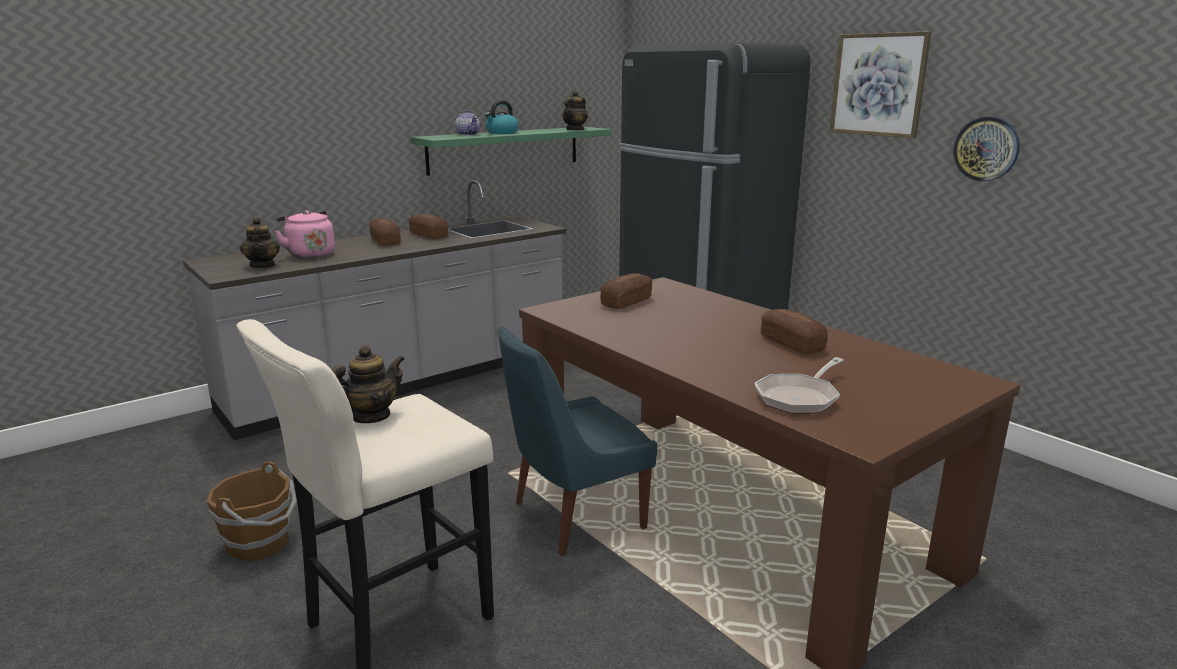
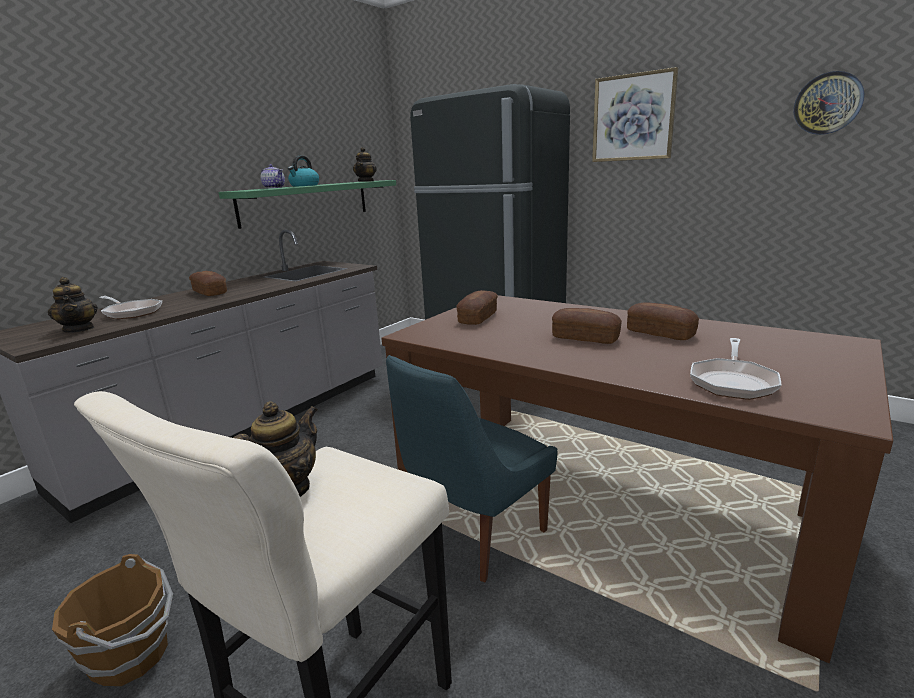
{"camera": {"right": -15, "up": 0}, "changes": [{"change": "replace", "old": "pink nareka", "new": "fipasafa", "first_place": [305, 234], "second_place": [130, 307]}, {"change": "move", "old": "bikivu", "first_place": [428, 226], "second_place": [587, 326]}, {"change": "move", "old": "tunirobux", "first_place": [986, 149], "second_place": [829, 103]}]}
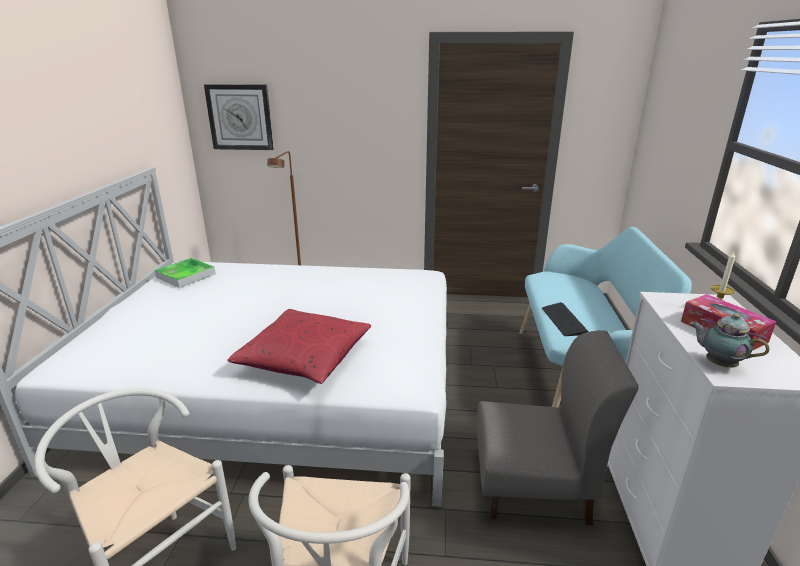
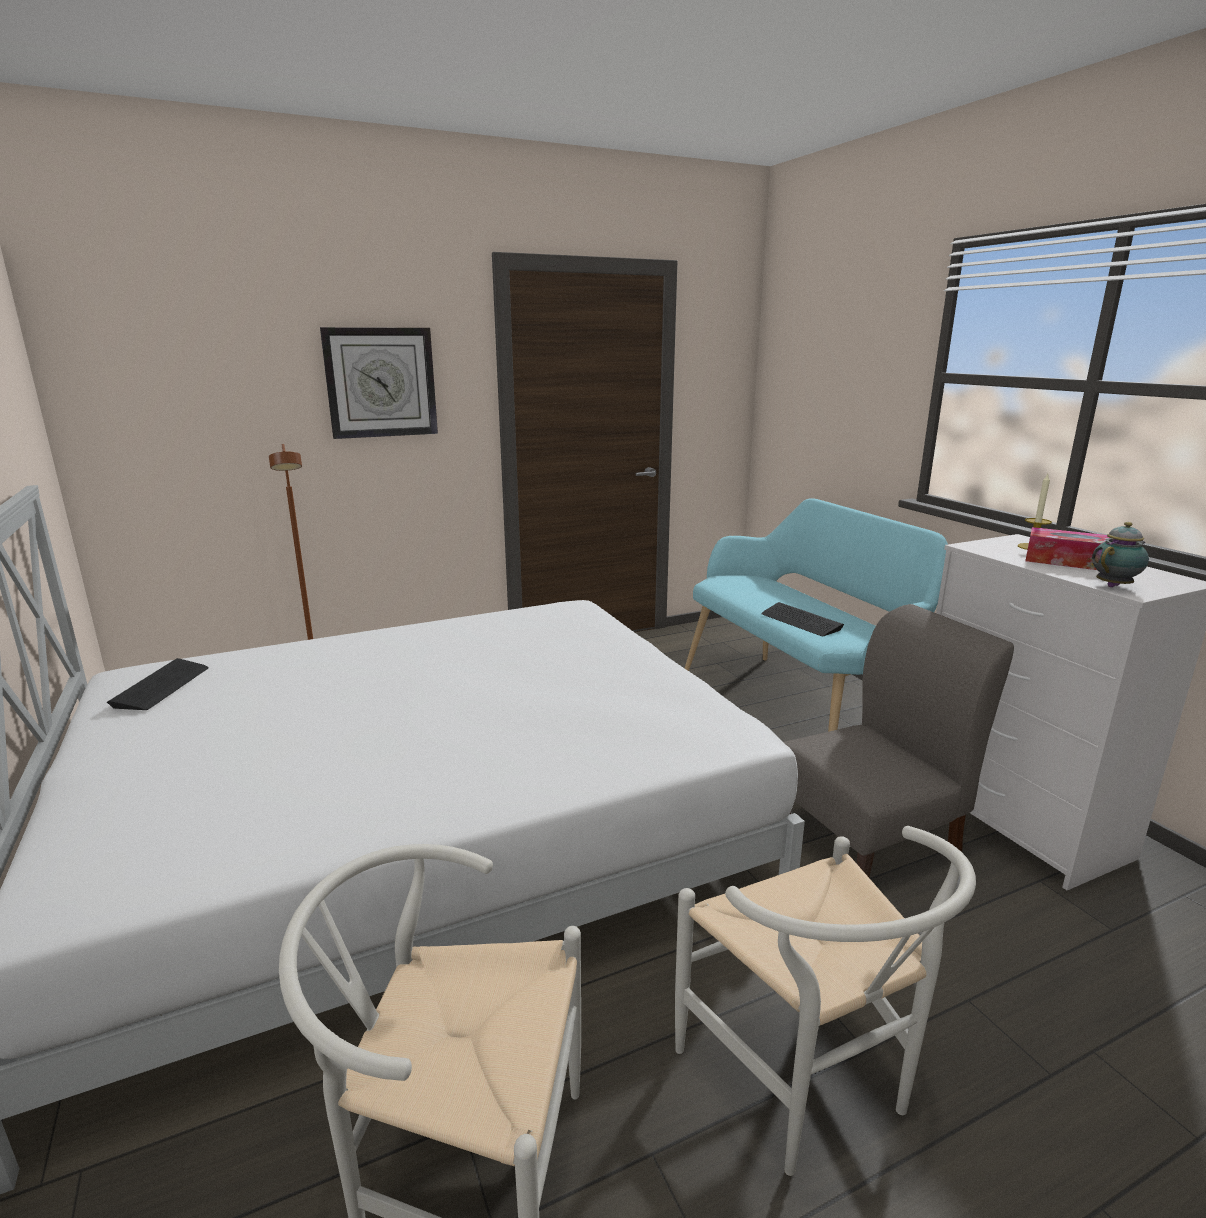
{"camera": {"right": -30, "up": -5}, "changes": [{"change": "replace", "old": "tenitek", "new": "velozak", "first_place": [185, 273], "second_place": [158, 684]}, {"change": "move", "old": "tunirobux", "first_place": [239, 117], "second_place": [379, 383]}, {"change": "rotate", "old": "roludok", "first_place": [729, 340], "second_place": [1120, 554], "degrees": 135}, {"change": "delete", "old": "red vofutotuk", "first_place": [299, 346]}]}
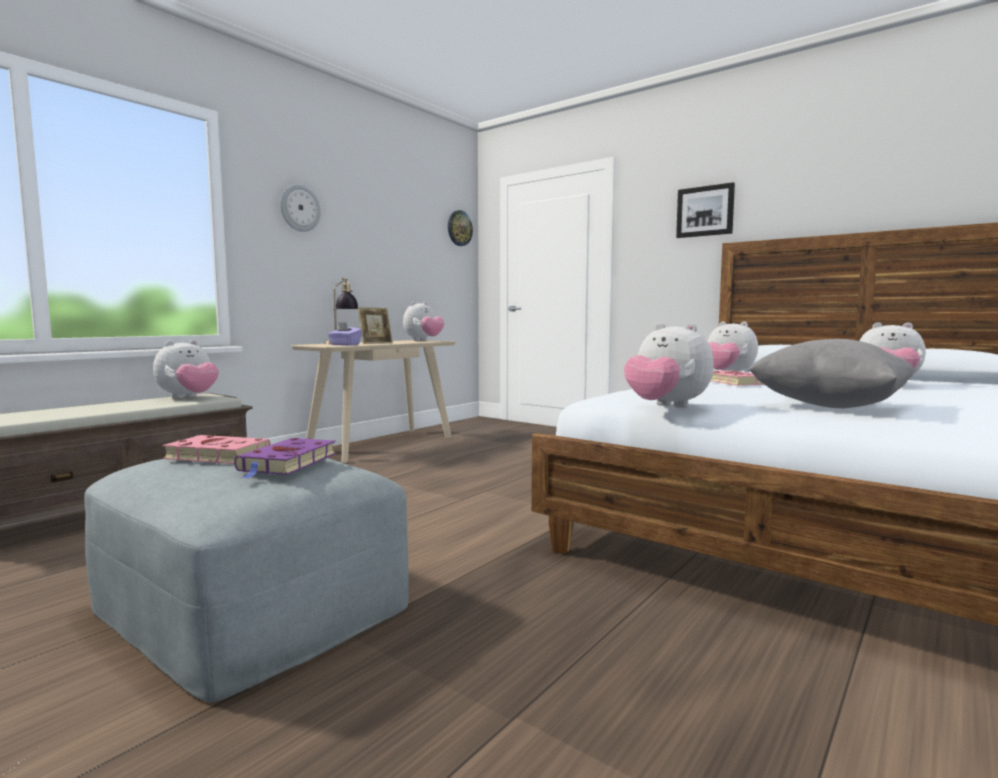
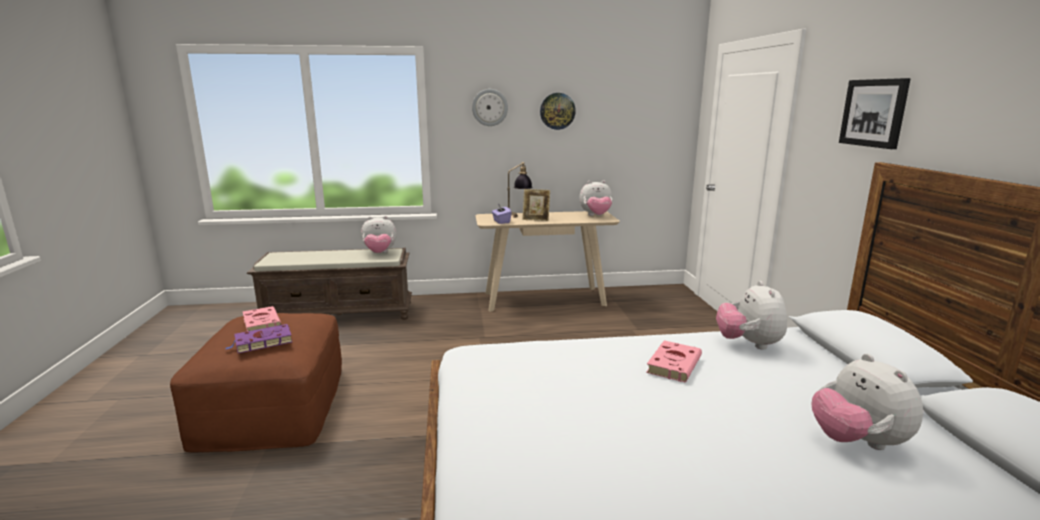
{"camera": {"right": 45, "up": 10}, "changes": [{"change": "recolor", "old": "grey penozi", "new": "brown penozi", "first_place": [246, 580], "second_place": [256, 382]}, {"change": "move", "old": "tunirobux", "first_place": [460, 228], "second_place": [558, 111]}, {"change": "delete", "old": "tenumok", "first_place": [669, 365]}, {"change": "delete", "old": "grey vofutotuk", "first_place": [831, 373]}]}
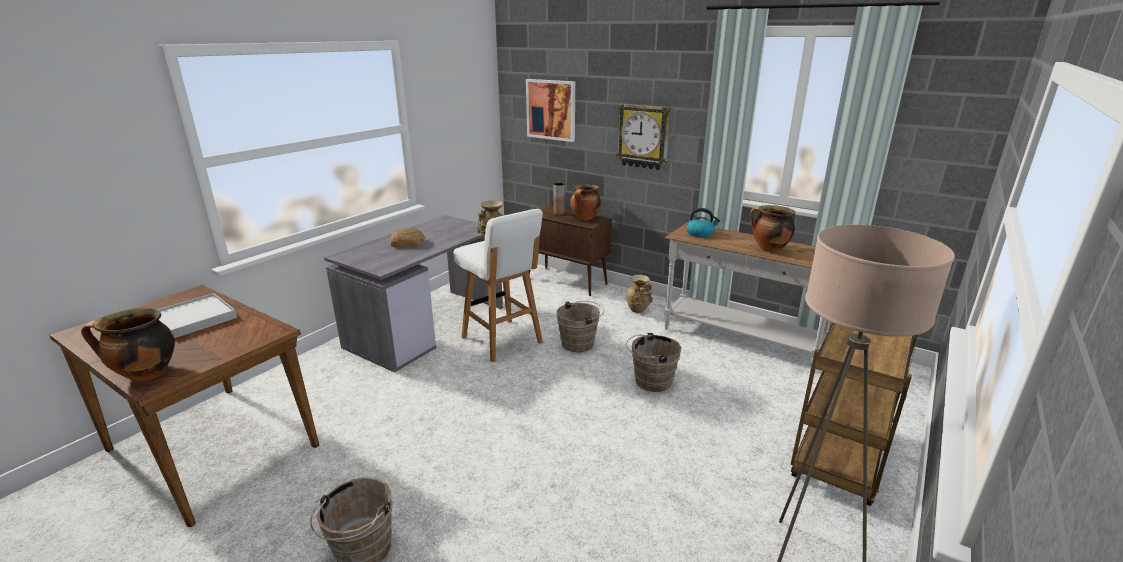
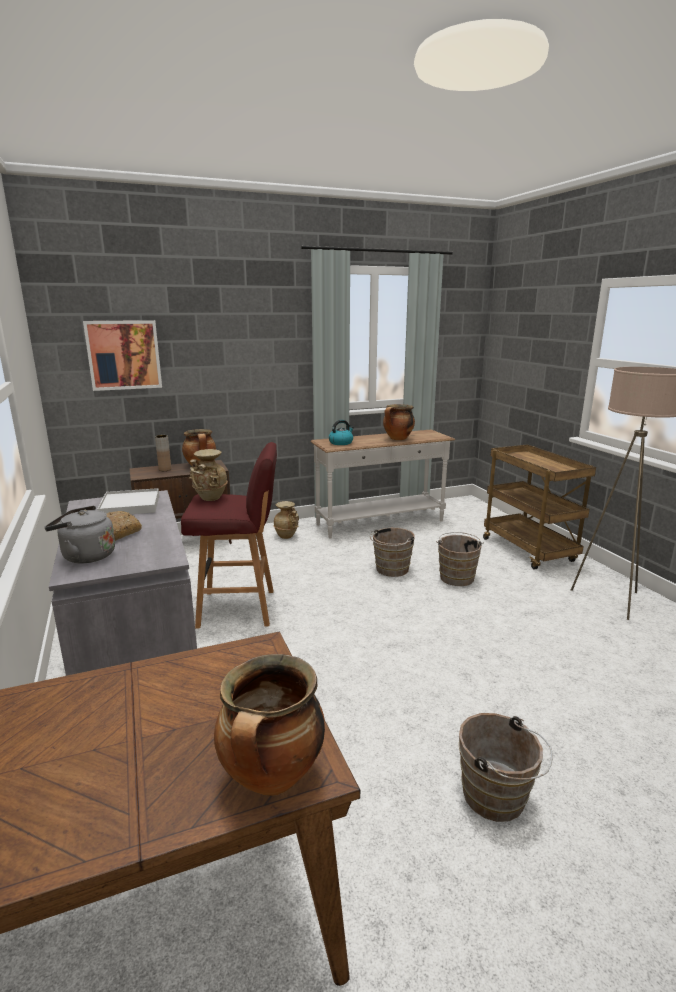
{"camera": {"right": -55, "up": -5}, "changes": [{"change": "insert", "new": "grey nareka", "second_place": [80, 534]}, {"change": "move", "old": "white tenitek", "first_place": [197, 315], "second_place": [128, 501]}, {"change": "recolor", "old": "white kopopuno", "new": "red kopopuno", "first_place": [498, 285], "second_place": [229, 535]}, {"change": "move", "old": "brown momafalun", "first_place": [580, 326], "second_place": [460, 559]}, {"change": "delete", "old": "tunirobux", "first_place": [643, 137]}]}
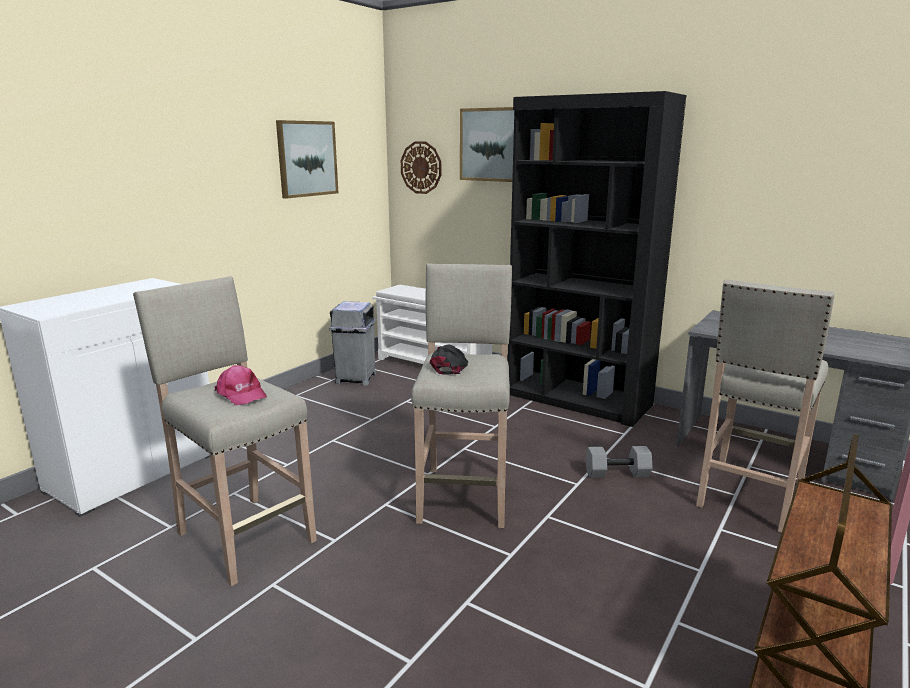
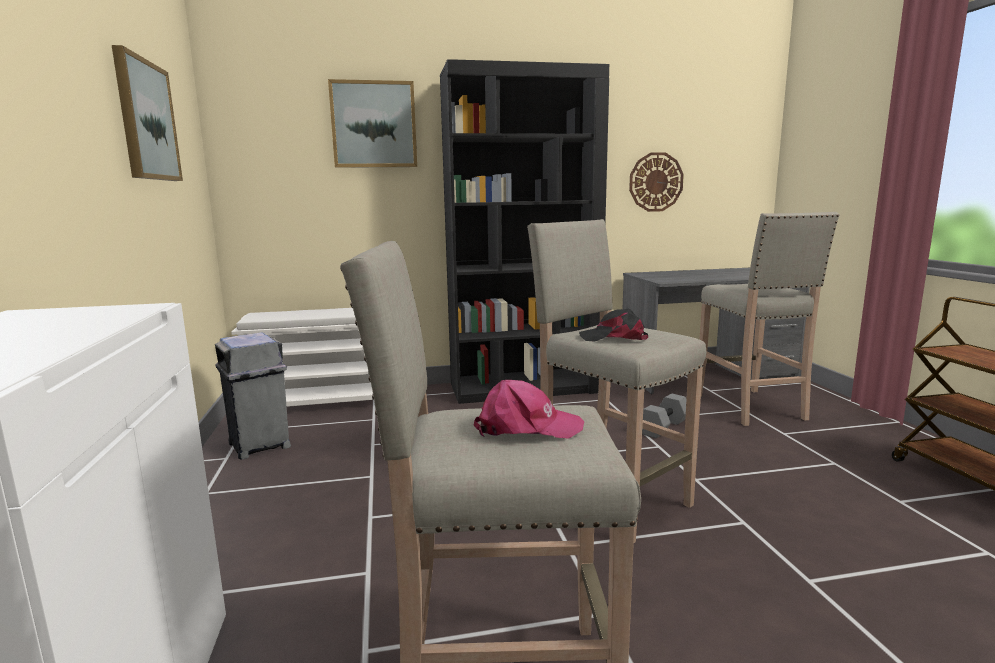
{"camera": {"right": -45, "up": -5}, "changes": [{"change": "rotate", "old": "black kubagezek", "first_place": [449, 360], "second_place": [613, 325], "degrees": -45}, {"change": "move", "old": "tunirobux", "first_place": [421, 167], "second_place": [656, 182]}]}
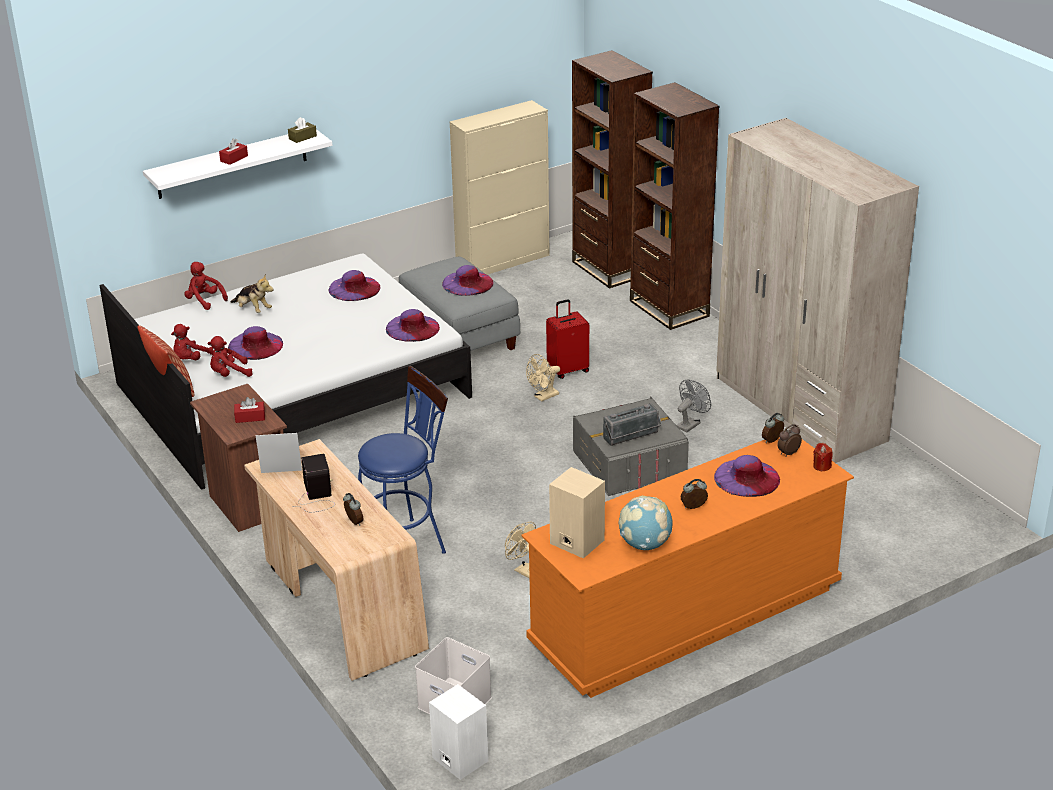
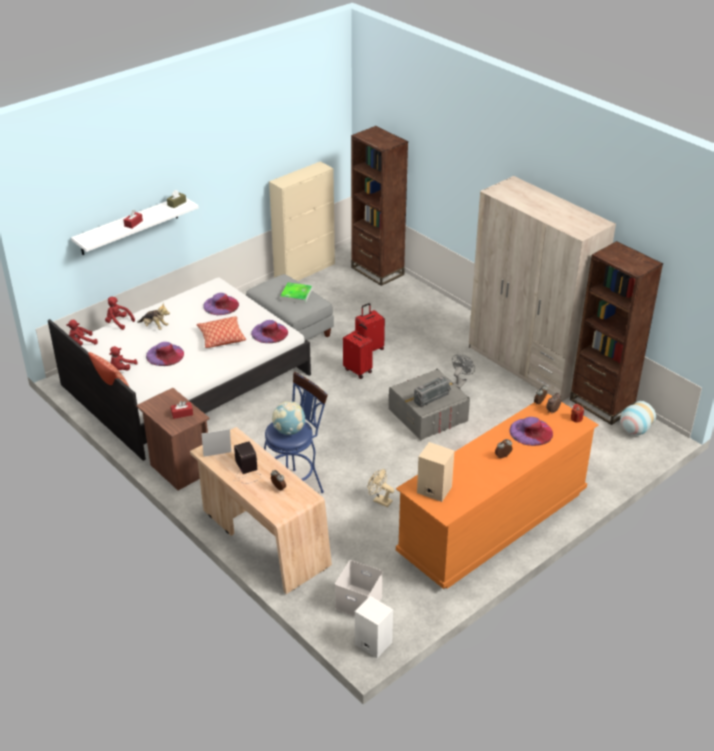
{"camera": {"right": -10, "up": 5}, "changes": [{"change": "move", "old": "red tenumok", "first_place": [230, 356], "second_place": [82, 333]}, {"change": "insert", "new": "vofutotuk", "second_place": [221, 332]}, {"change": "move", "old": "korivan", "first_place": [645, 523], "second_place": [288, 418]}, {"change": "replace", "old": "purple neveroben", "new": "tenitek", "first_place": [468, 280], "second_place": [296, 293]}, {"change": "replace", "old": "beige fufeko", "new": "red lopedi", "first_place": [543, 378], "second_place": [358, 351]}, {"change": "move", "old": "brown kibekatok", "first_place": [675, 206], "second_place": [616, 333]}, {"change": "insert", "new": "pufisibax", "second_place": [638, 418]}]}
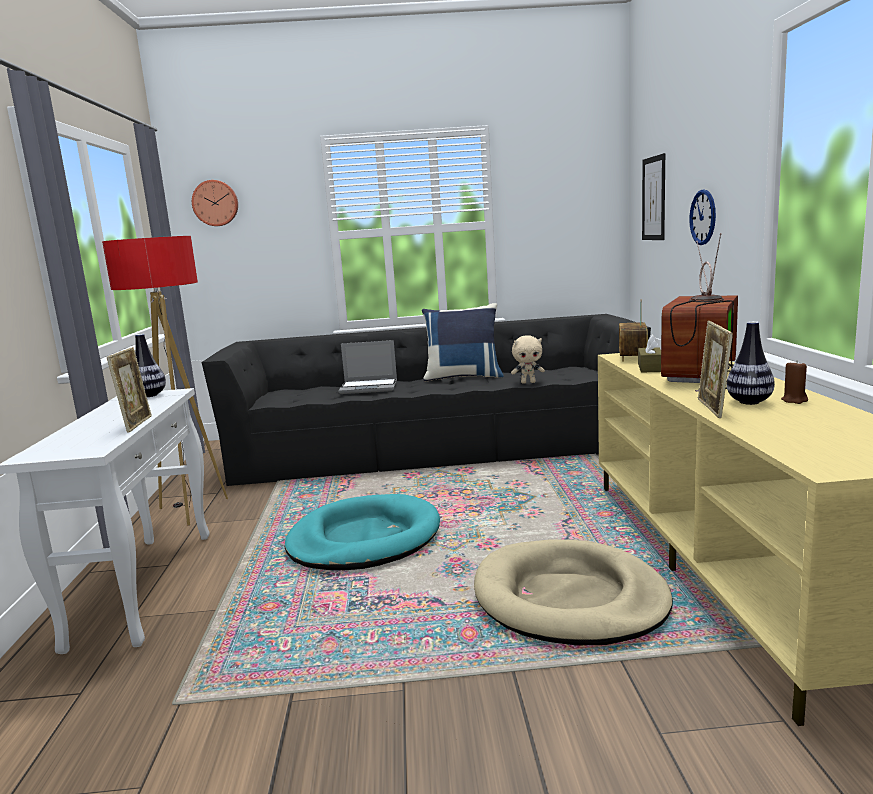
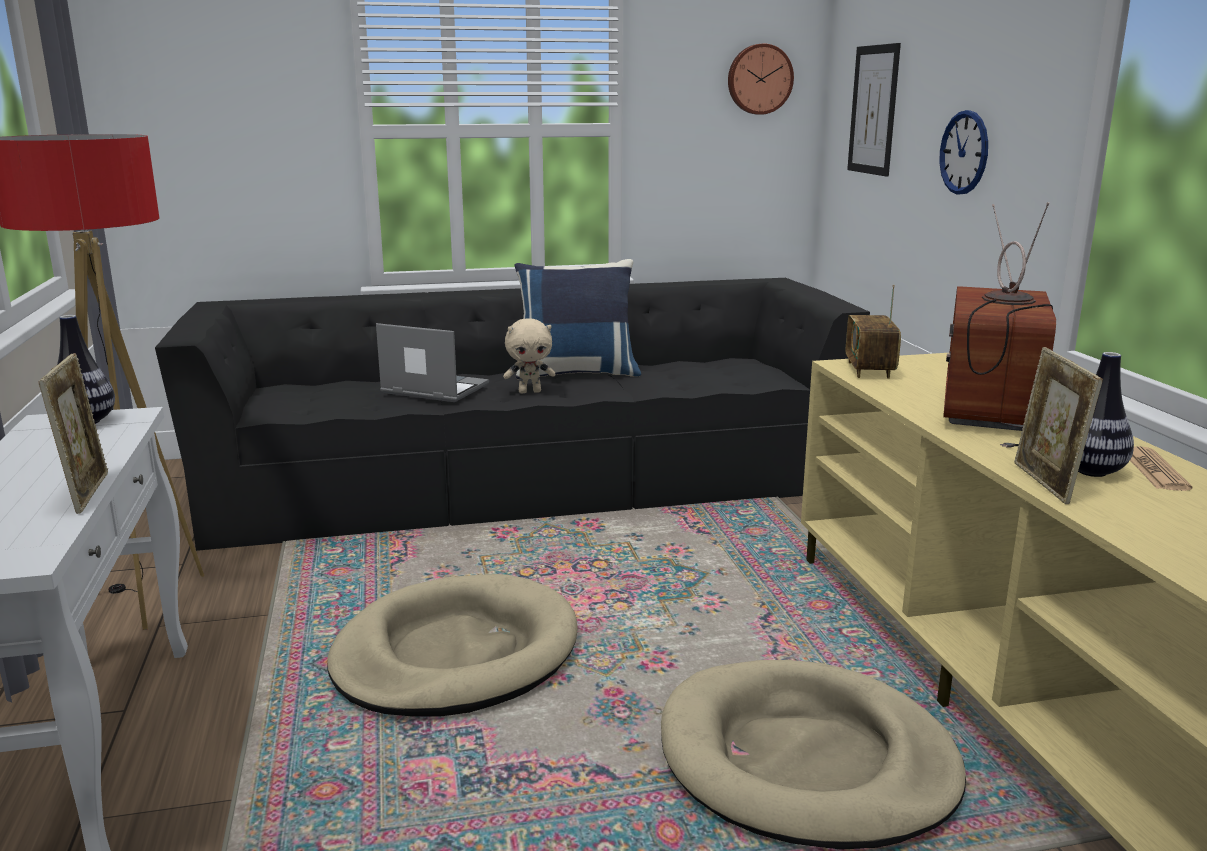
{"camera": {"right": -10, "up": 5}, "changes": [{"change": "recolor", "old": "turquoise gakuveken", "new": "beige gakuveken", "first_place": [362, 532], "second_place": [452, 645]}, {"change": "rotate", "old": "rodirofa", "first_place": [367, 367], "second_place": [432, 362], "degrees": -150}, {"change": "move", "old": "beige tenumok", "first_place": [528, 359], "second_place": [529, 355]}, {"change": "move", "old": "tunirobux", "first_place": [215, 203], "second_place": [761, 79]}, {"change": "replace", "old": "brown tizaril", "new": "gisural", "first_place": [794, 382], "second_place": [1161, 468]}, {"change": "delete", "old": "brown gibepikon", "first_place": [649, 353]}]}
